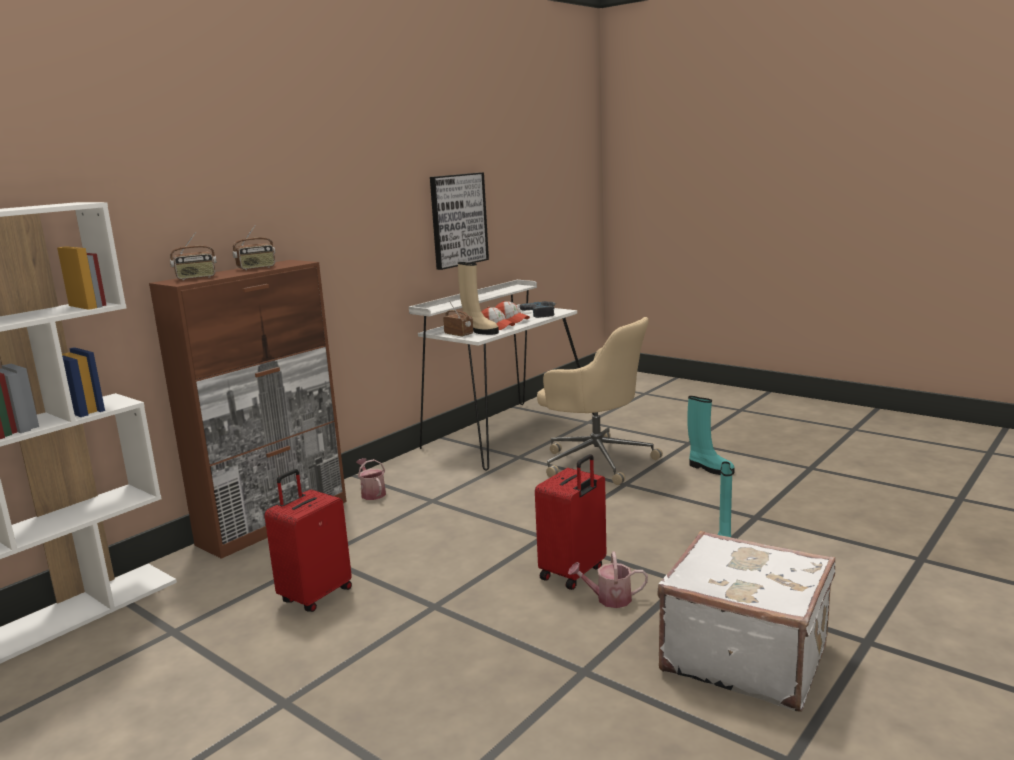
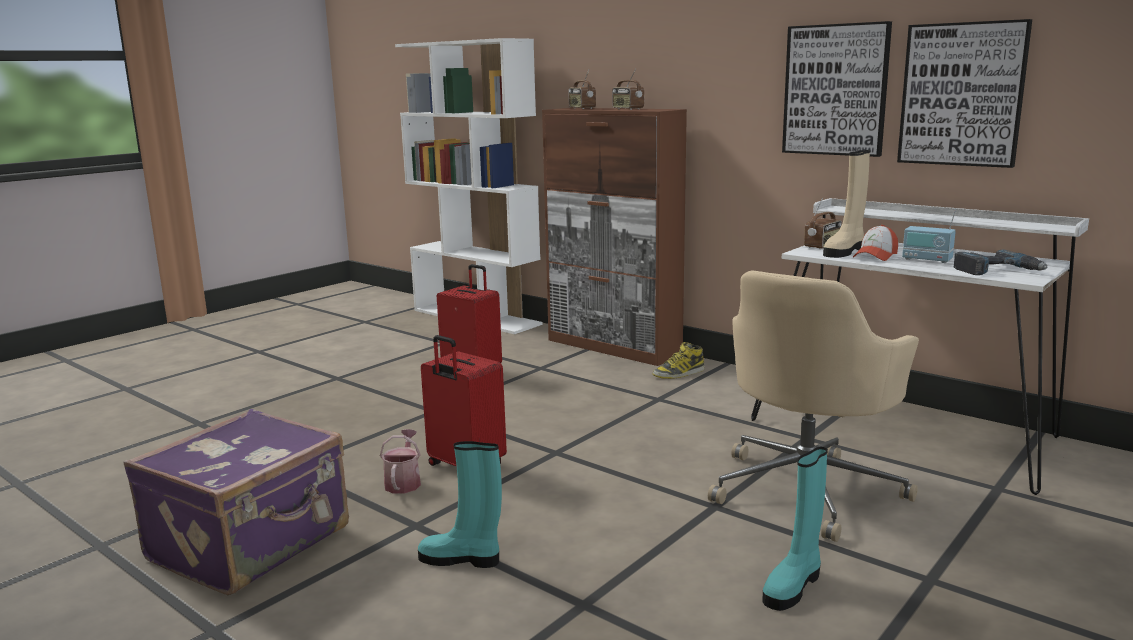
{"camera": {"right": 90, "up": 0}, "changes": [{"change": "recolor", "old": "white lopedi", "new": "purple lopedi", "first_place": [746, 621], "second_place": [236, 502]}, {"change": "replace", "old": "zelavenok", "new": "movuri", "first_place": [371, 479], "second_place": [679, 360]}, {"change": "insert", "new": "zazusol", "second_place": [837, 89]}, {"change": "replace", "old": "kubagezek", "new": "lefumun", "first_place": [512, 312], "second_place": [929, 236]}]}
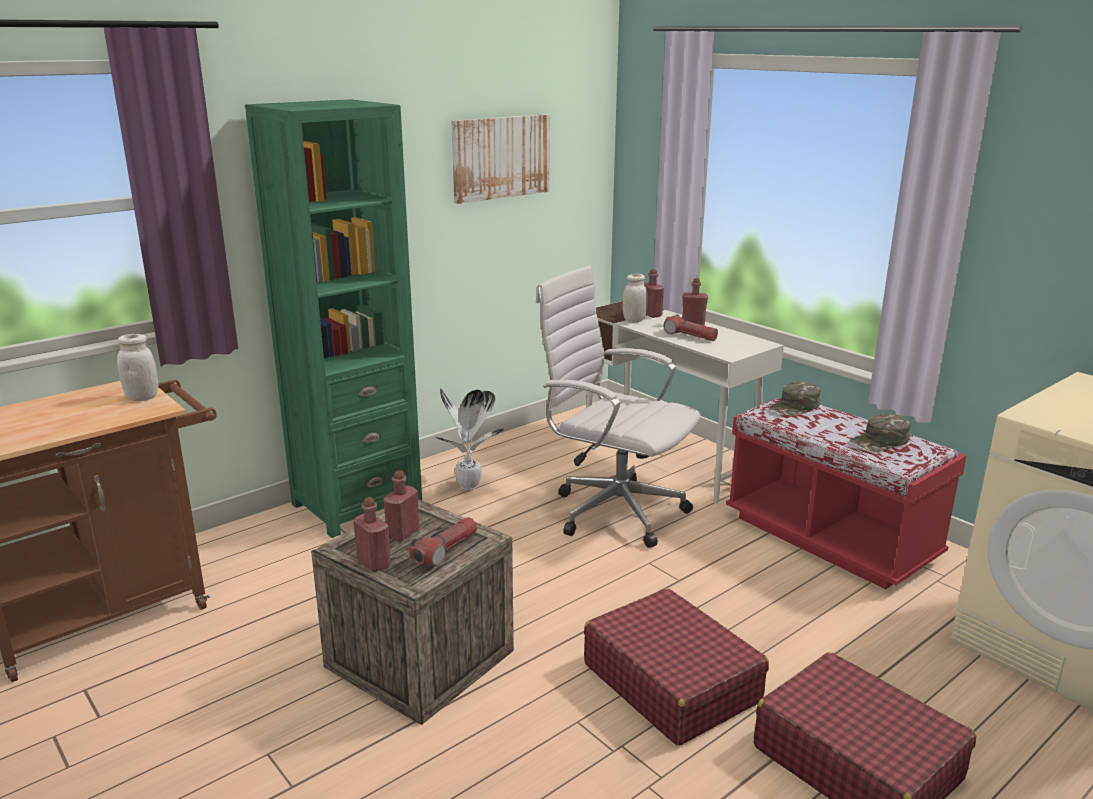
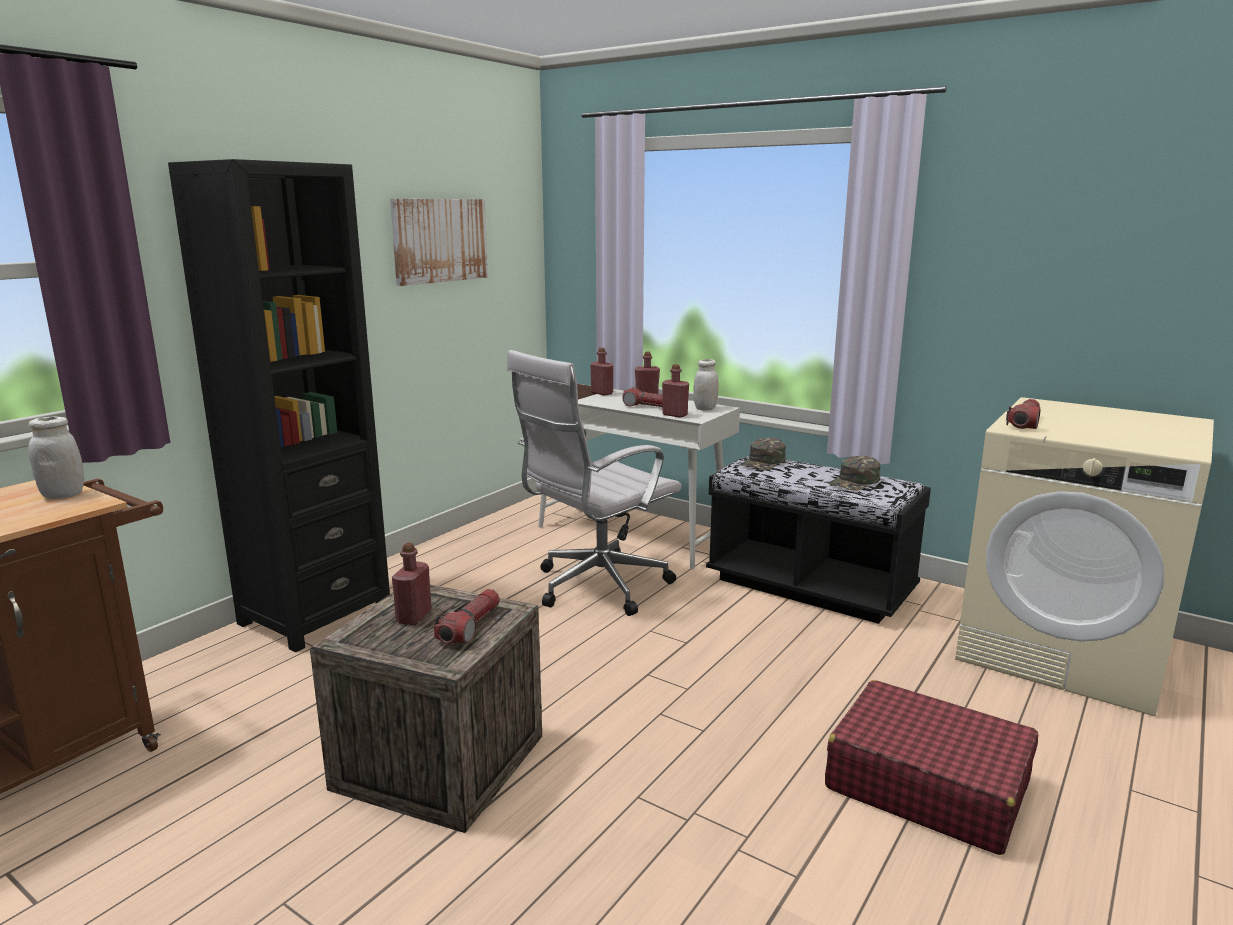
{"camera": {"right": -15, "up": -5}, "changes": [{"change": "recolor", "old": "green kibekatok", "new": "black kibekatok", "first_place": [333, 318], "second_place": [279, 405]}, {"change": "rotate", "old": "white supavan", "first_place": [618, 406], "second_place": [594, 483], "degrees": -60}, {"change": "move", "old": "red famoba", "first_place": [372, 534], "second_place": [675, 391]}, {"change": "move", "old": "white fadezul", "first_place": [635, 298], "second_place": [706, 385]}, {"change": "recolor", "old": "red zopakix", "new": "black zopakix", "first_place": [846, 493], "second_place": [818, 540]}, {"change": "insert", "new": "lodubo", "second_place": [1023, 414]}, {"change": "delete", "old": "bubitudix", "first_place": [470, 439]}, {"change": "delete", "old": "red lopedi", "first_place": [676, 667]}]}
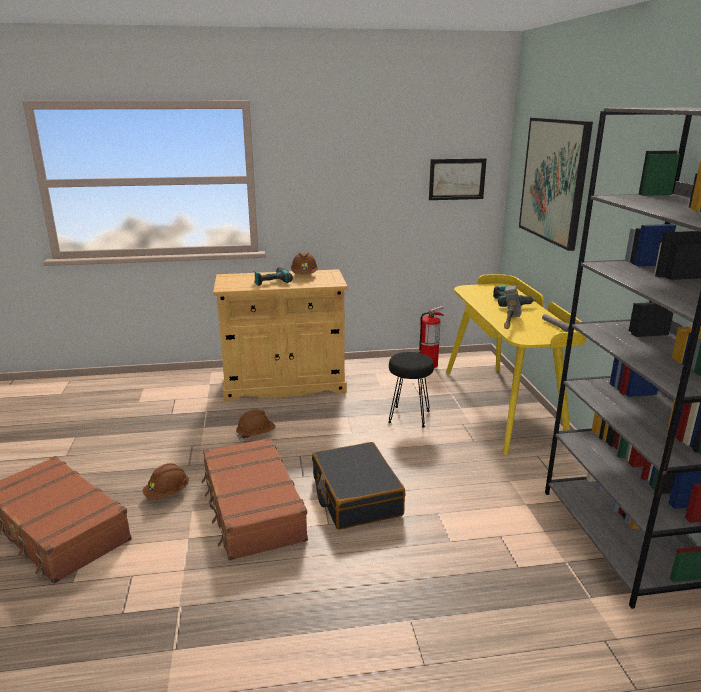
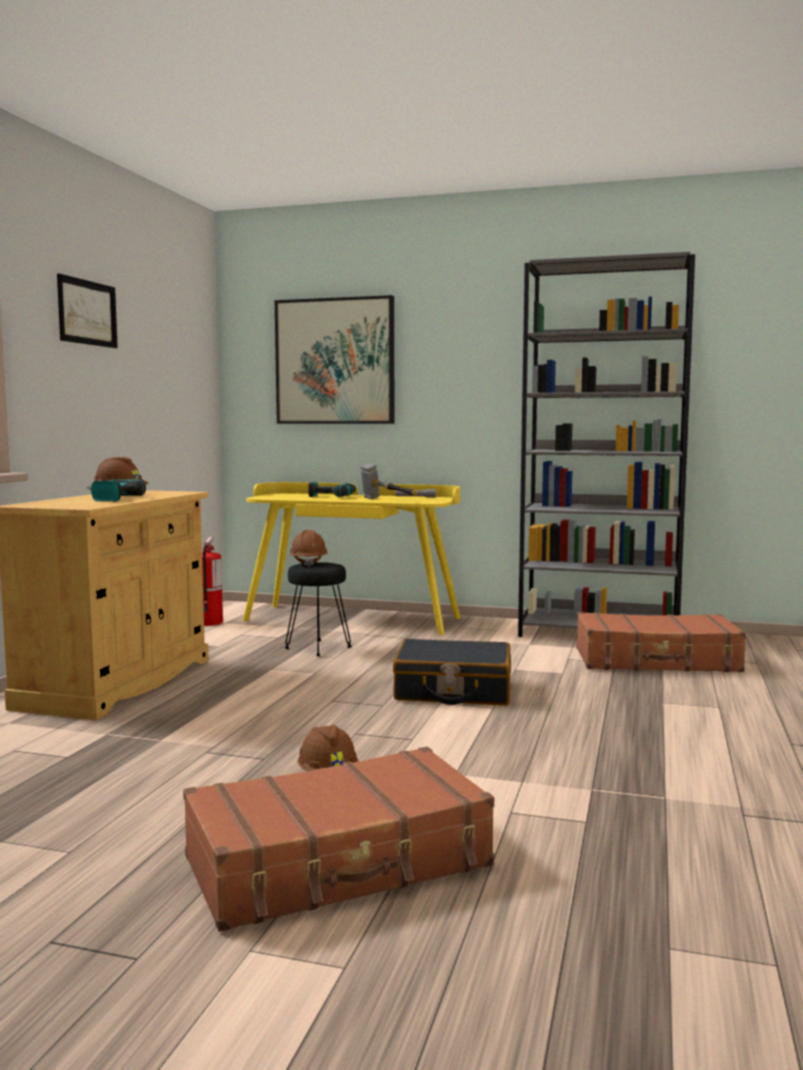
{"camera": {"right": -65, "up": -15}, "changes": [{"change": "move", "old": "zazusol", "first_place": [458, 179], "second_place": [87, 310]}, {"change": "move", "old": "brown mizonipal", "first_place": [255, 424], "second_place": [309, 548]}, {"change": "move", "old": "brown lopedi", "first_place": [254, 499], "second_place": [661, 642]}]}
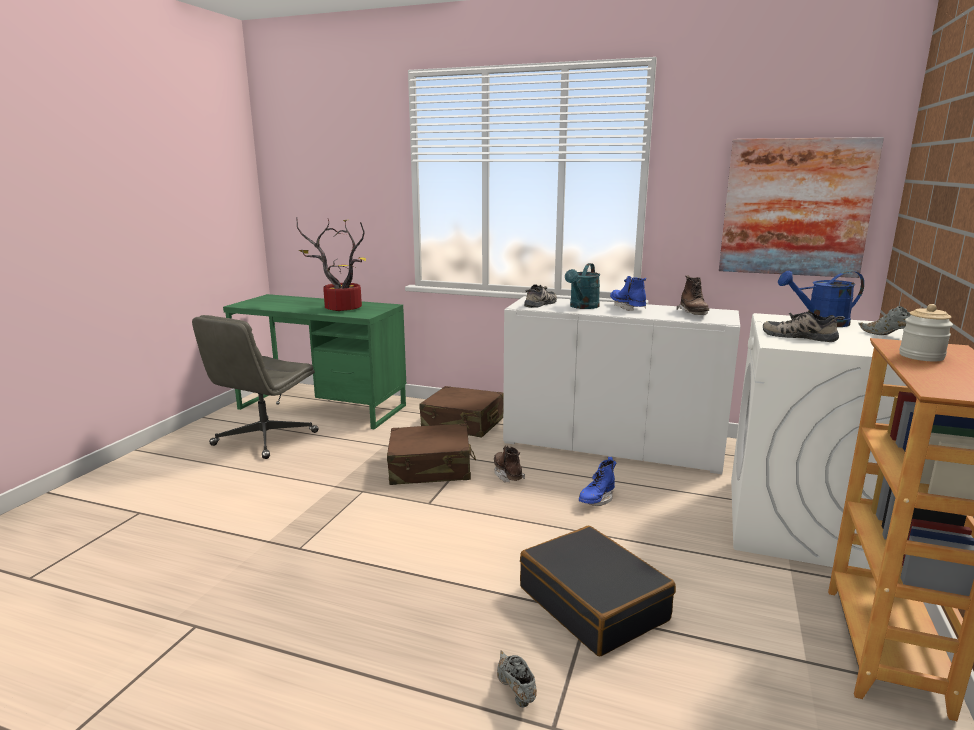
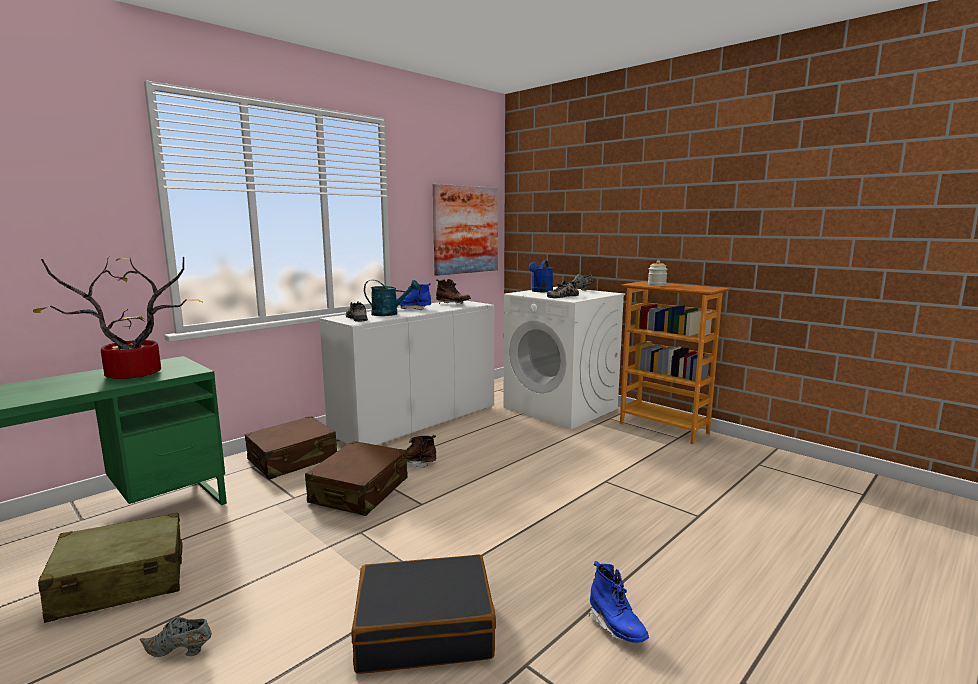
{"camera": {"right": -65, "up": -5}, "changes": [{"change": "replace", "old": "grey supavan", "new": "beige lopedi", "first_place": [255, 387], "second_place": [110, 568]}, {"change": "move", "old": "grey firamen", "first_place": [517, 678], "second_place": [176, 637]}, {"change": "move", "old": "black lopedi", "first_place": [598, 591], "second_place": [424, 614]}, {"change": "rotate", "old": "turquoise zelavenok", "first_place": [582, 286], "second_place": [392, 298], "degrees": -45}, {"change": "move", "old": "blue movuri", "first_place": [598, 481], "second_place": [619, 602]}]}
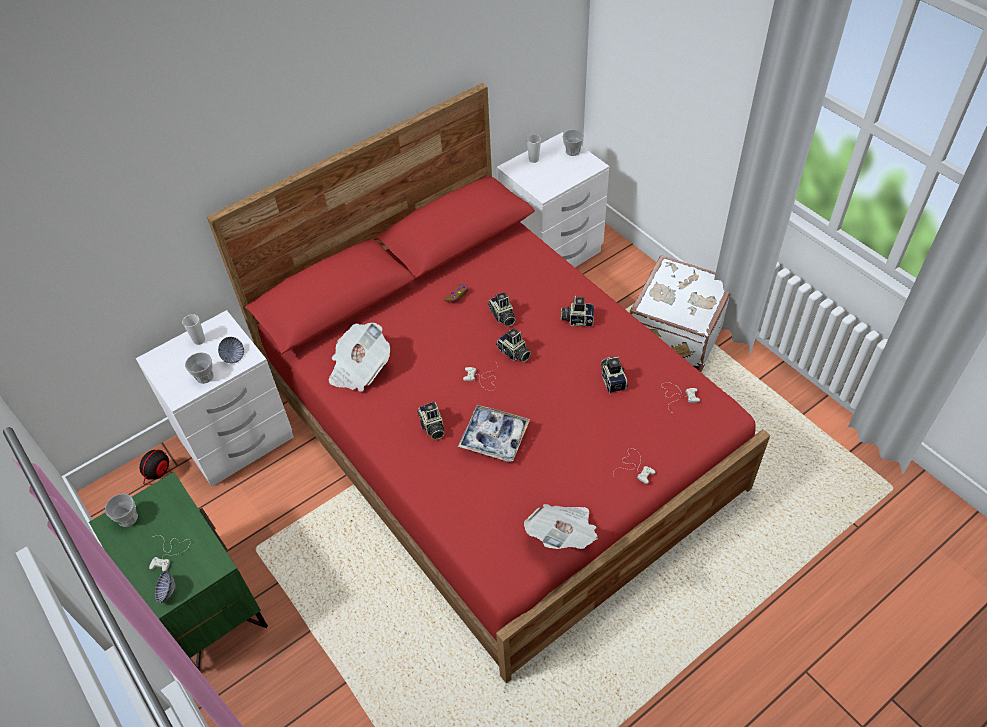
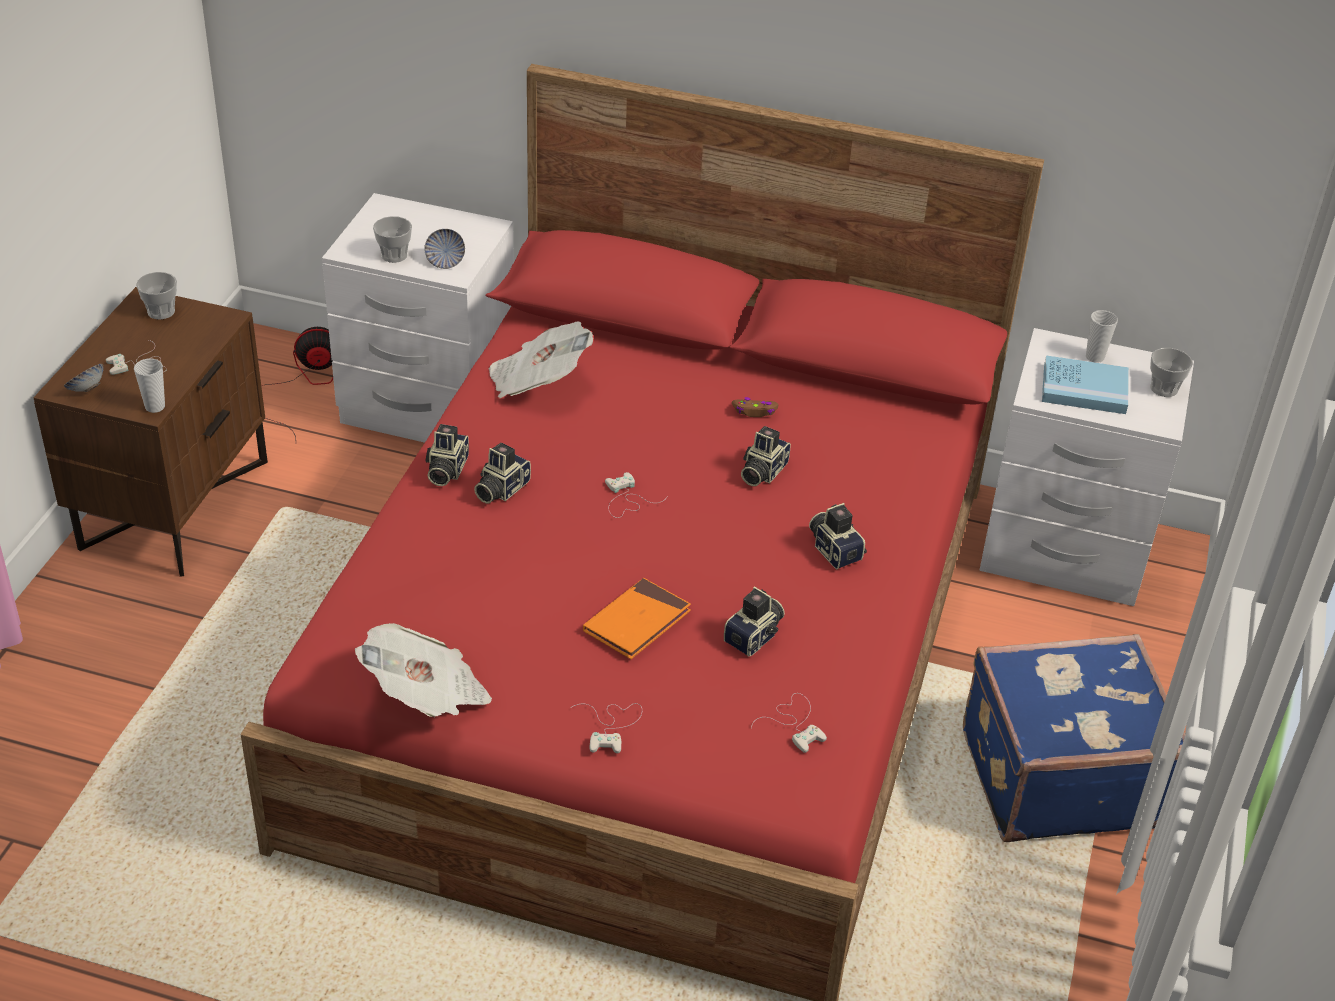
{"camera": {"right": 50, "up": -10}, "changes": [{"change": "recolor", "old": "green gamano", "new": "brown gamano", "first_place": [178, 571], "second_place": [150, 432]}, {"change": "move", "old": "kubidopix", "first_place": [193, 329], "second_place": [149, 385]}, {"change": "move", "old": "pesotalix", "first_place": [513, 345], "second_place": [447, 455]}, {"change": "insert", "new": "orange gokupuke", "second_place": [637, 618]}, {"change": "recolor", "old": "white lopedi", "new": "blue lopedi", "first_place": [679, 313], "second_place": [1074, 738]}, {"change": "insert", "new": "blue gokupuke", "second_place": [1085, 384]}, {"change": "delete", "old": "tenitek", "first_place": [494, 433]}]}
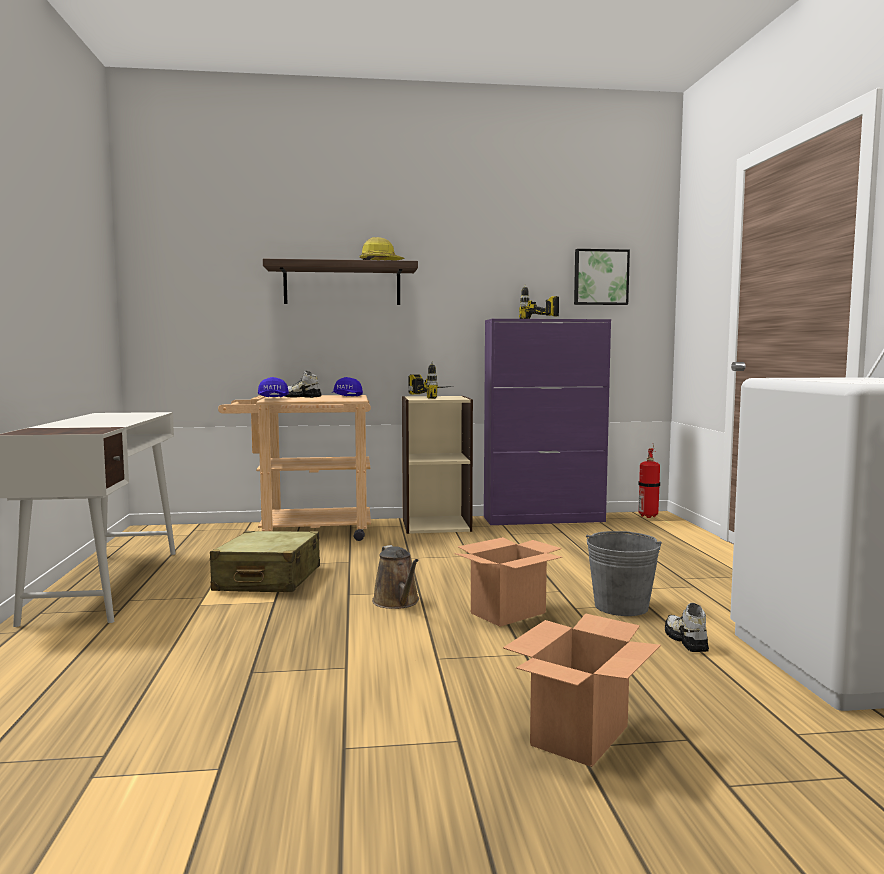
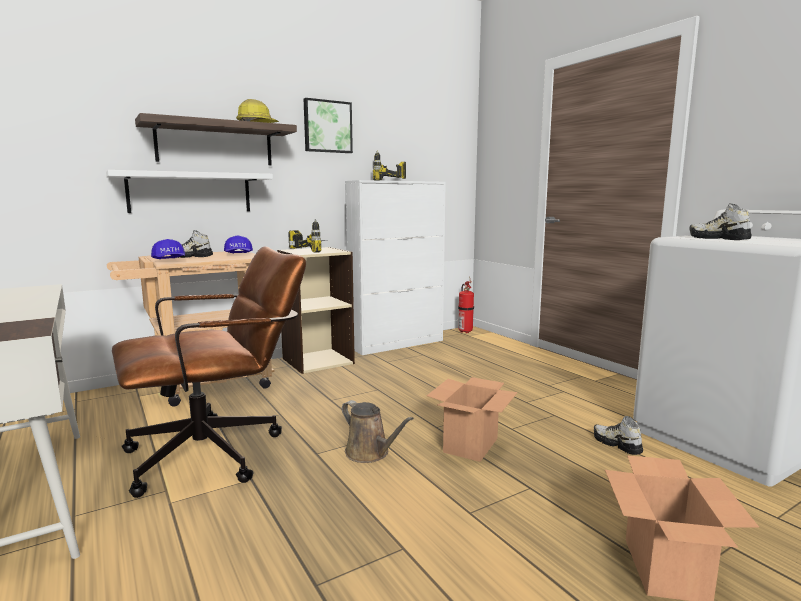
{"camera": {"right": -25, "up": 5}, "changes": [{"change": "insert", "new": "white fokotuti", "second_place": [189, 191]}, {"change": "replace", "old": "beige lopedi", "new": "brown supavan", "first_place": [265, 561], "second_place": [209, 372]}, {"change": "move", "old": "zazusol", "first_place": [602, 277], "second_place": [328, 125]}, {"change": "recolor", "old": "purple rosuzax", "new": "white rosuzax", "first_place": [547, 422], "second_place": [395, 267]}, {"change": "insert", "new": "firamen", "second_place": [720, 221]}, {"change": "delete", "old": "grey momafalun", "first_place": [624, 573]}]}
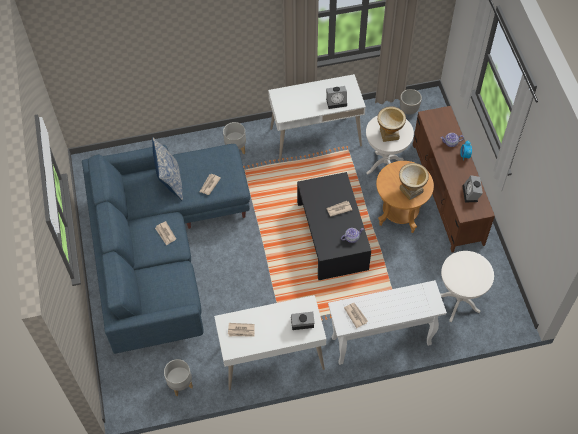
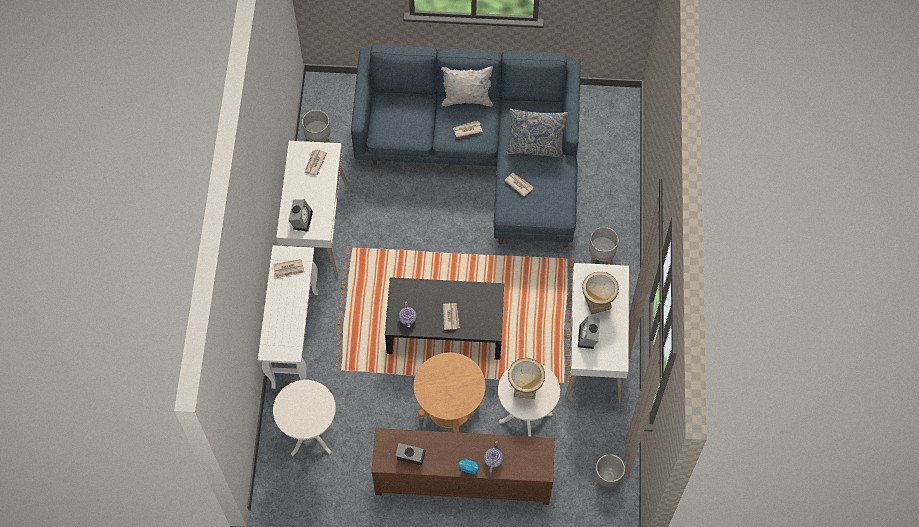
{"camera": {"right": 105, "up": 5}, "changes": [{"change": "insert", "new": "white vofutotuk", "second_place": [467, 86]}, {"change": "move", "old": "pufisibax", "first_place": [414, 181], "second_place": [600, 293]}]}
